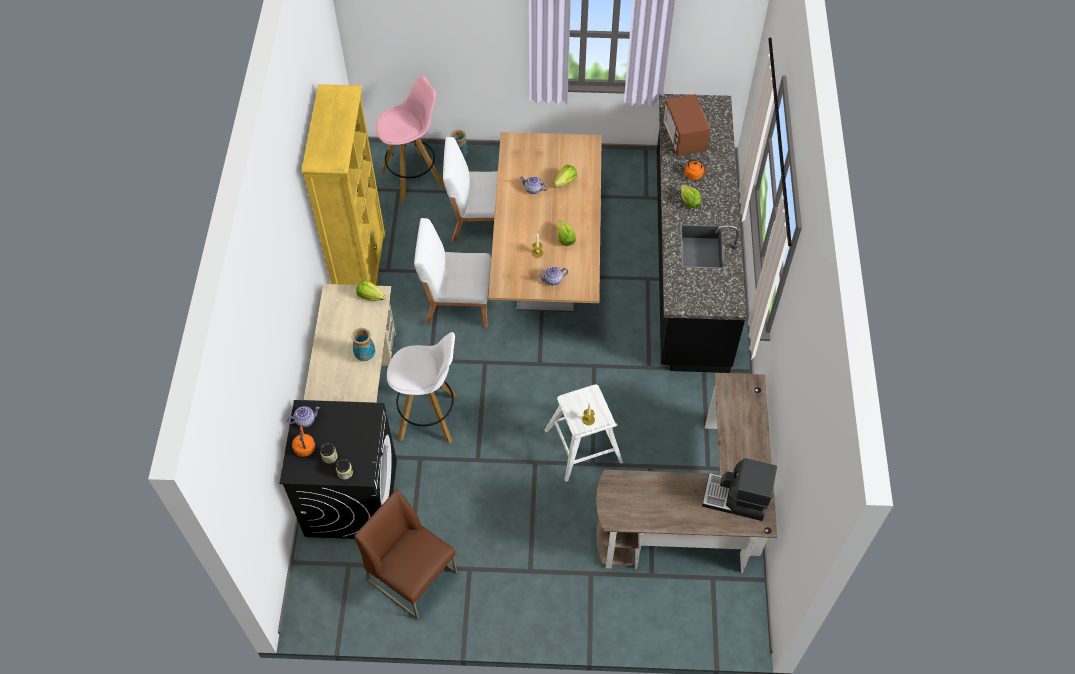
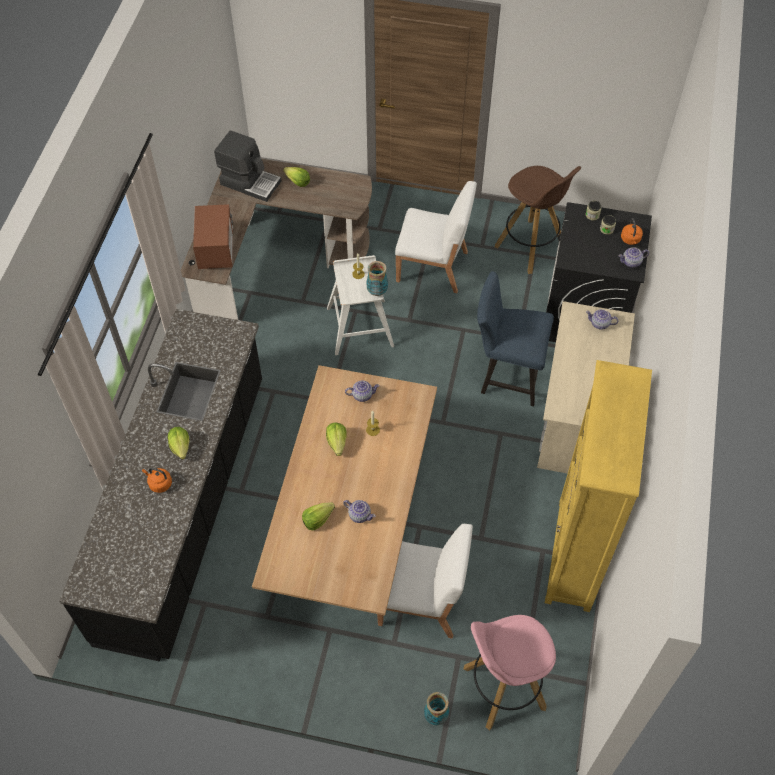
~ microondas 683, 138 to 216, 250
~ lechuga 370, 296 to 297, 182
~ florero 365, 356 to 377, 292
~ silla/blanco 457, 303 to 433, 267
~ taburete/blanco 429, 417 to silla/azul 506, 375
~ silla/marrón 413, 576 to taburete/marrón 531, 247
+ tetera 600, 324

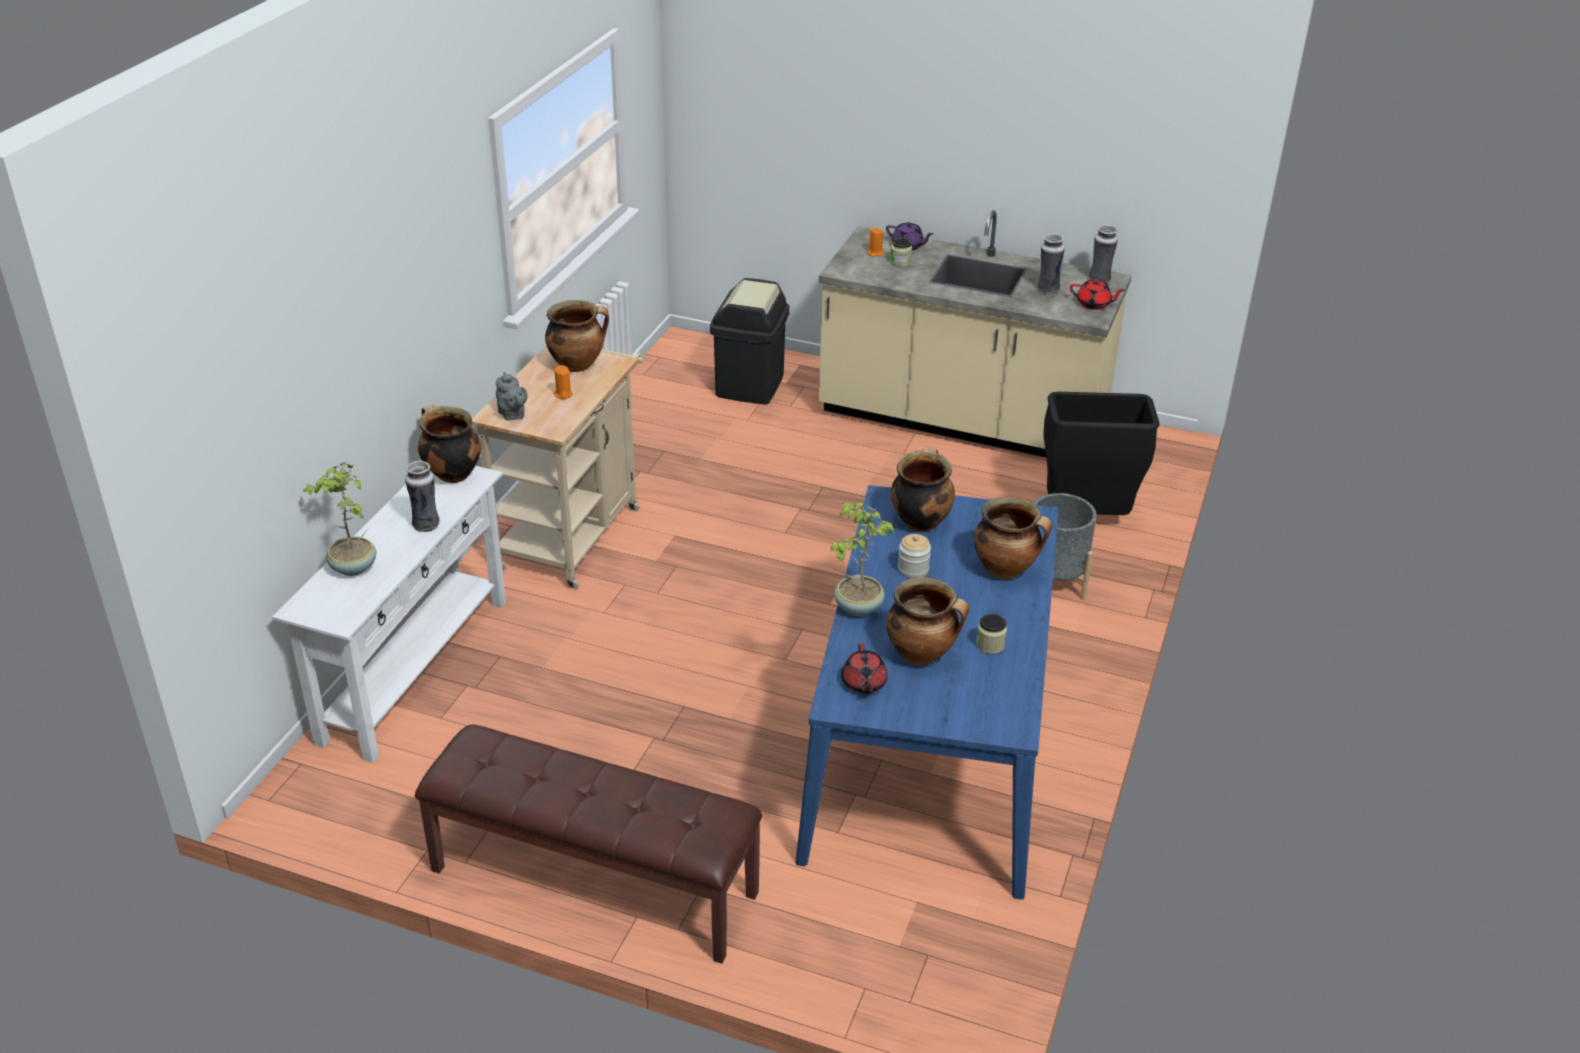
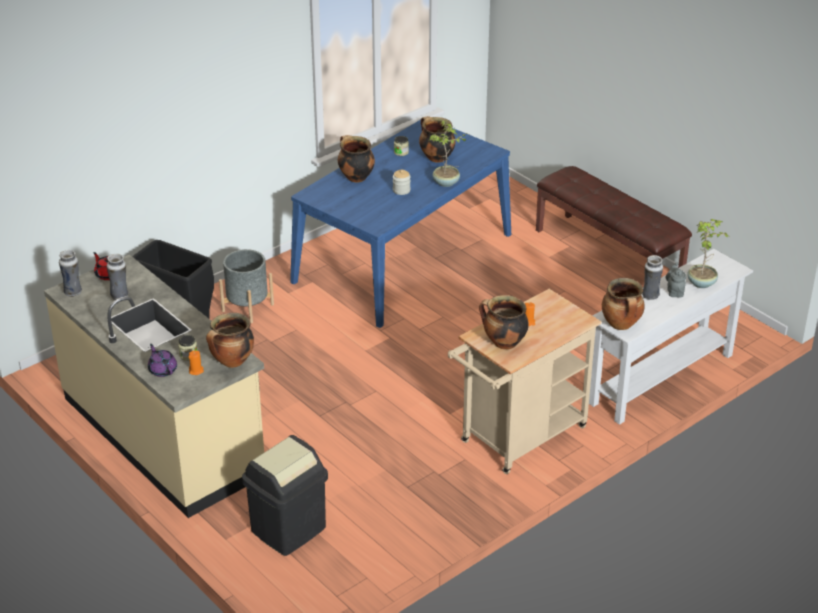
~ olla 920, 521 to 232, 362
~ tetera/gris 512, 415 to 675, 291
- tetera/rojo 863, 683

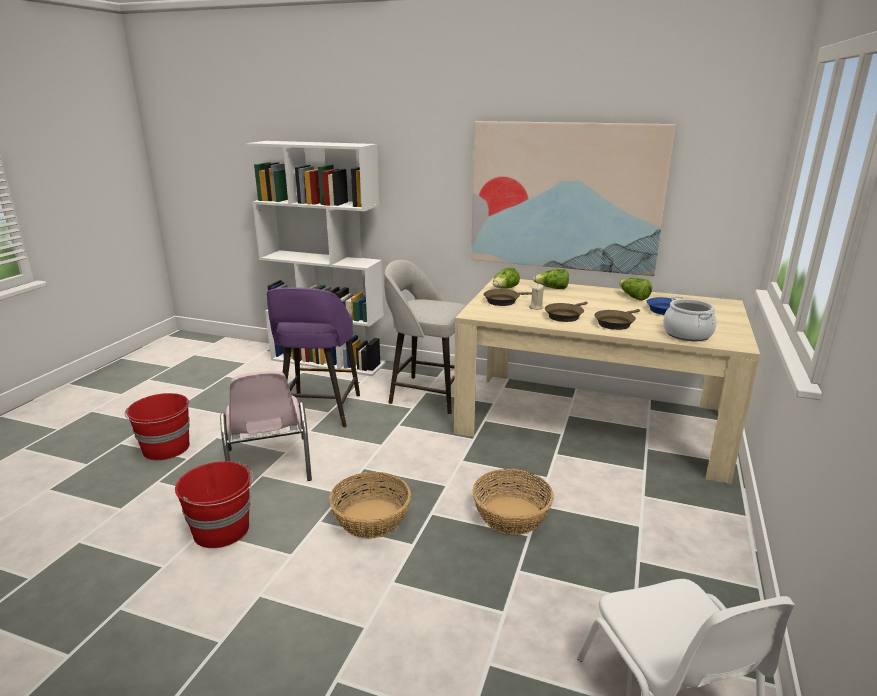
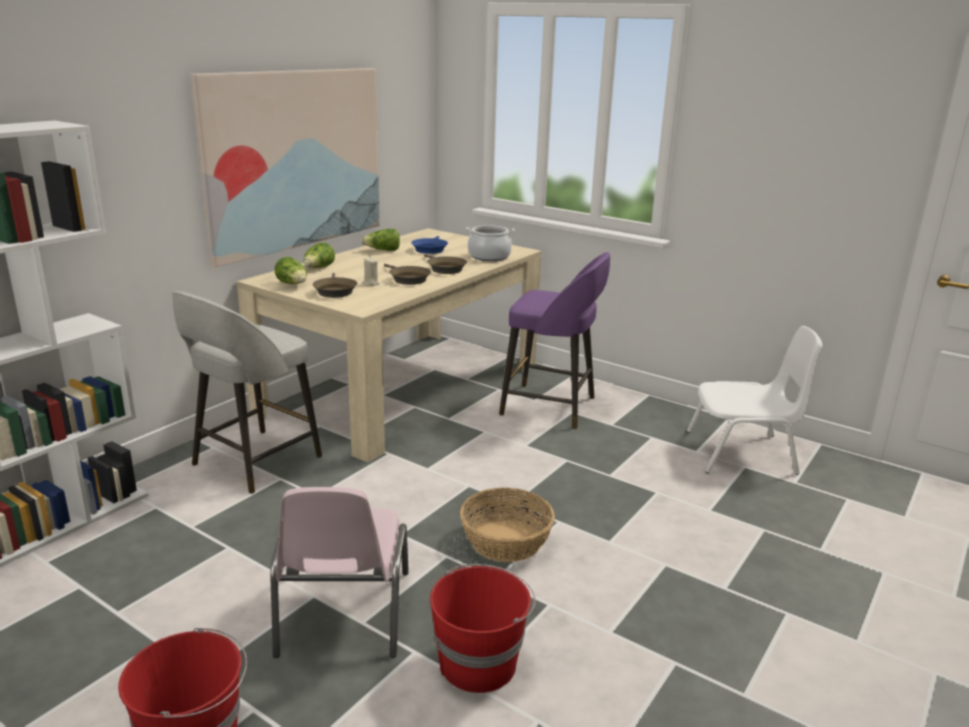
~ silla/rosa 269, 465 = 342, 614 90 degrees clockwise
~ taburete/morado 319, 411 to 551, 407
- cesta 511, 515

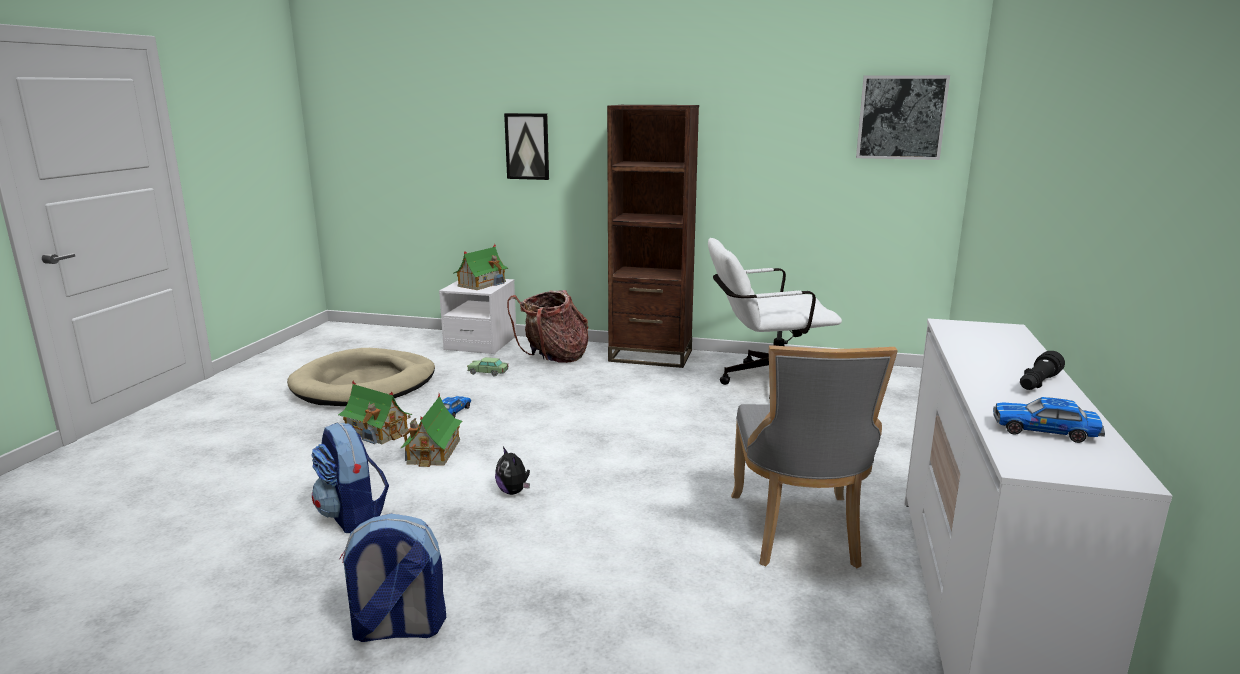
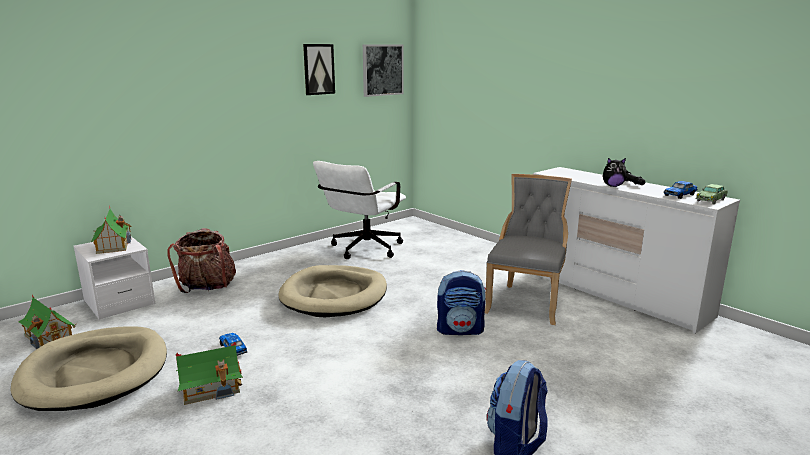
~ casita 434, 451 to 49, 337
+ cama para perro/beis 334, 295
~ cuadro 527, 146 to 318, 69
~ mochila 353, 516 to 460, 330
~ silla/gris 798, 532 = 526, 302 105 degrees counterclockwise
~ peluche 513, 492 to 612, 186
~ coche de juguete 488, 372 to 711, 200
- estantería/marrón 650, 356

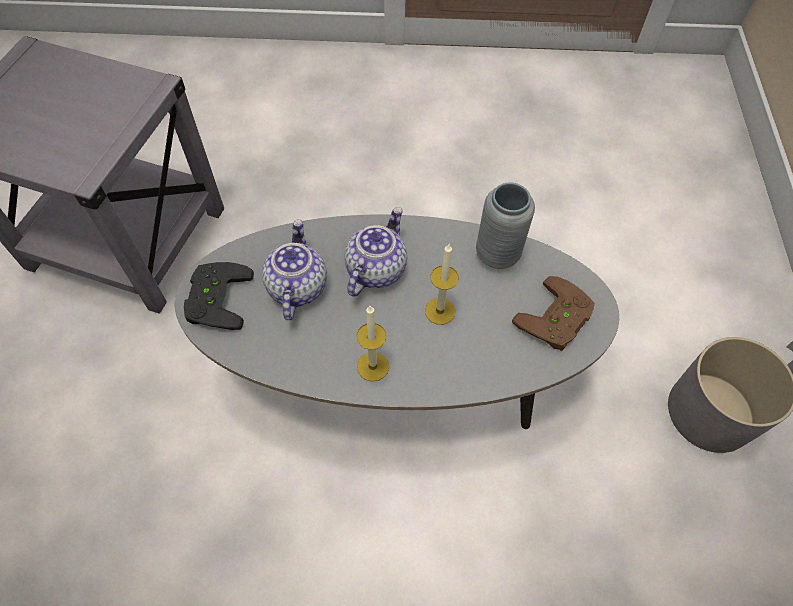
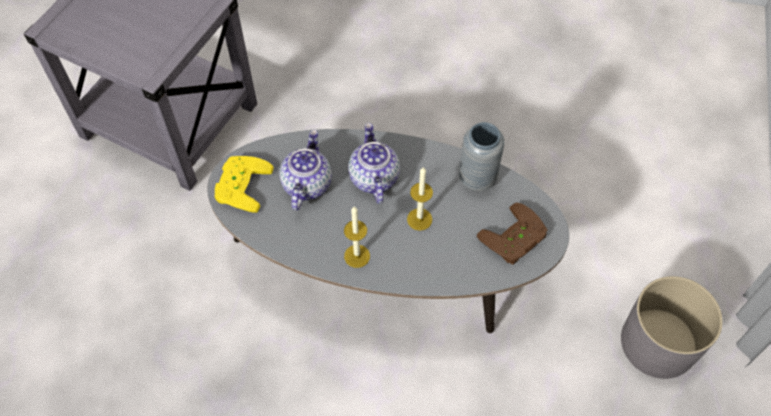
~ mando de consola/negro 215, 298 to mando de consola/amarillo 239, 185
~ tetera 375, 269 = 373, 177 45 degrees counterclockwise

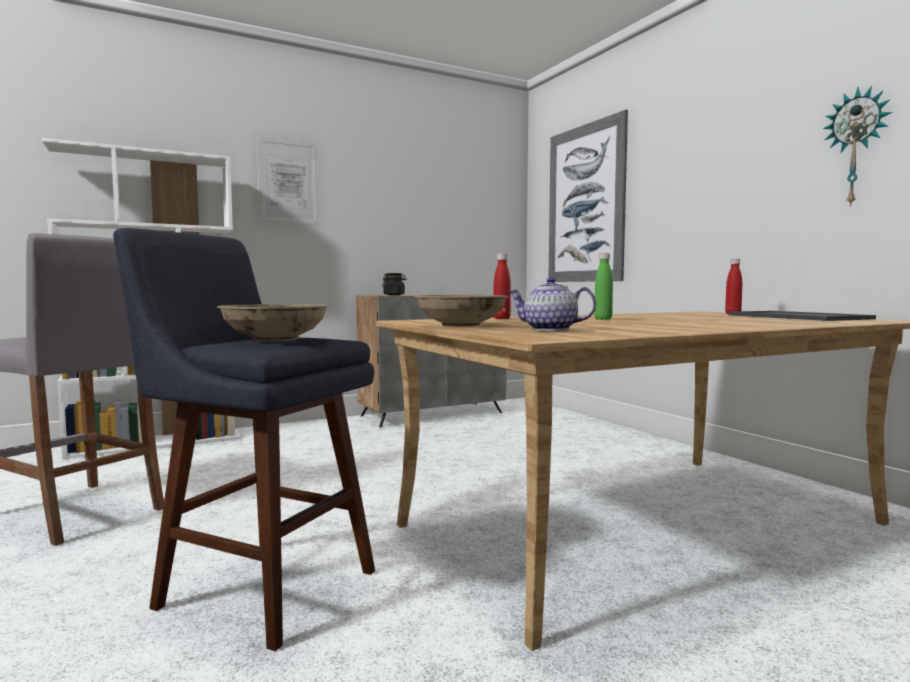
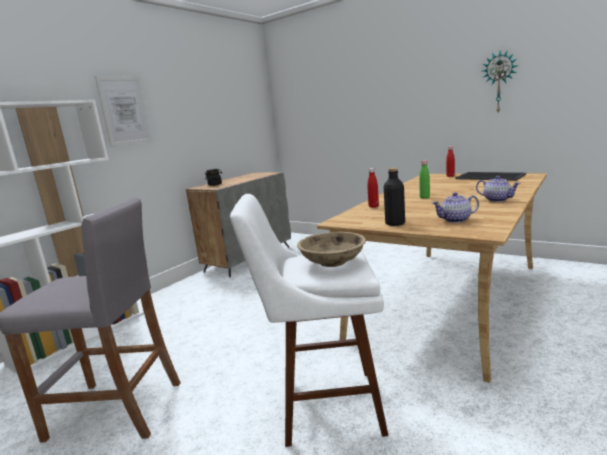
~ taburete/azul 258, 585 to taburete/blanco 323, 406
~ cuenco/beis 461, 325 to botella/negro 395, 223
+ tetera 497, 200
- cuadro 585, 204

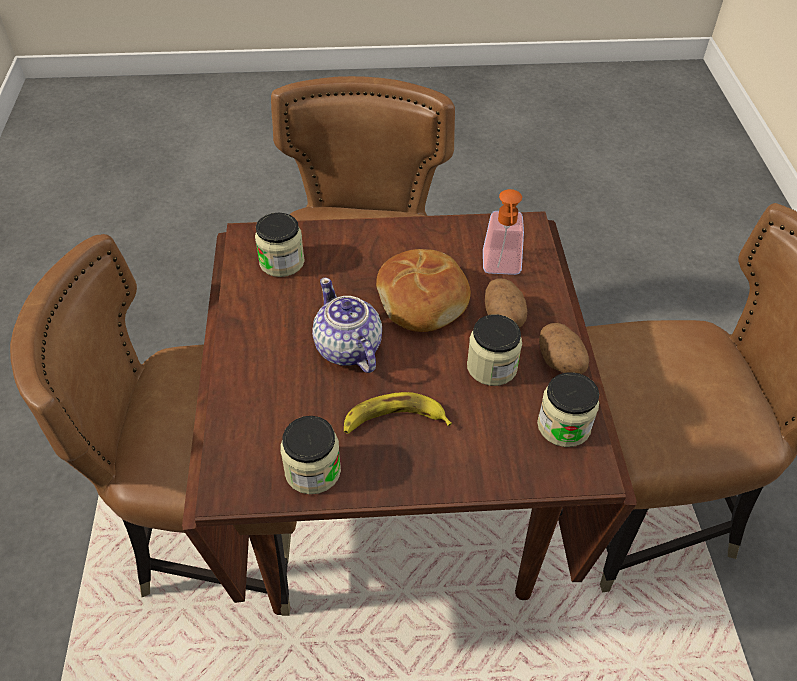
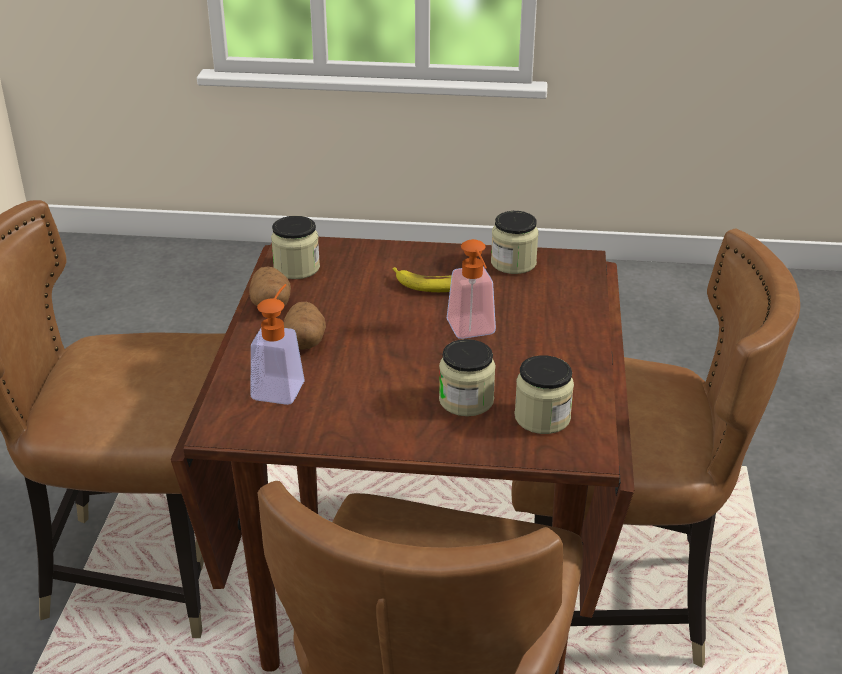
~ tarro 492, 367 to 466, 400
~ tetera 348, 349 to dispensador de jabón 473, 332
- pan 423, 300

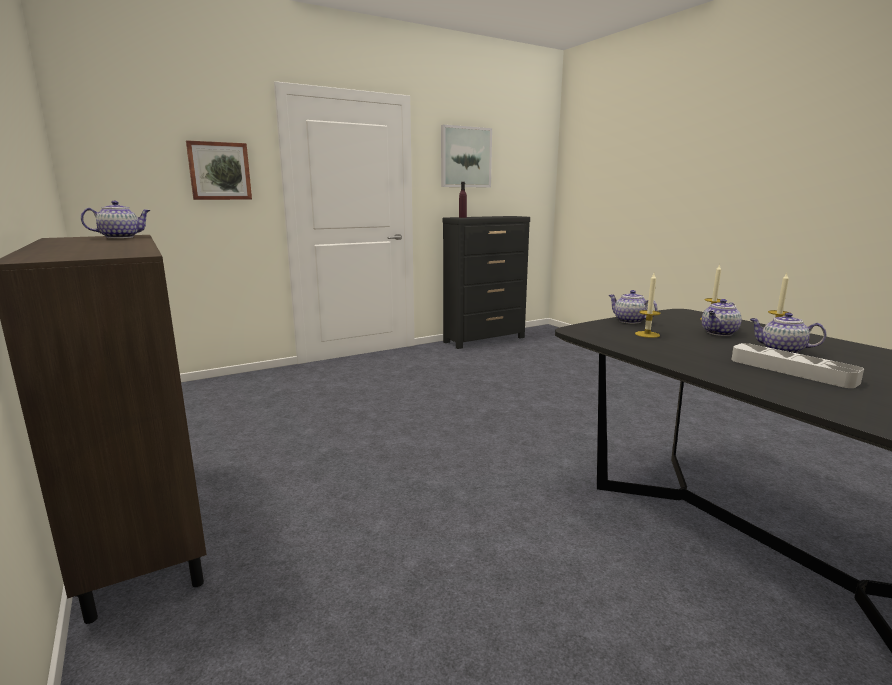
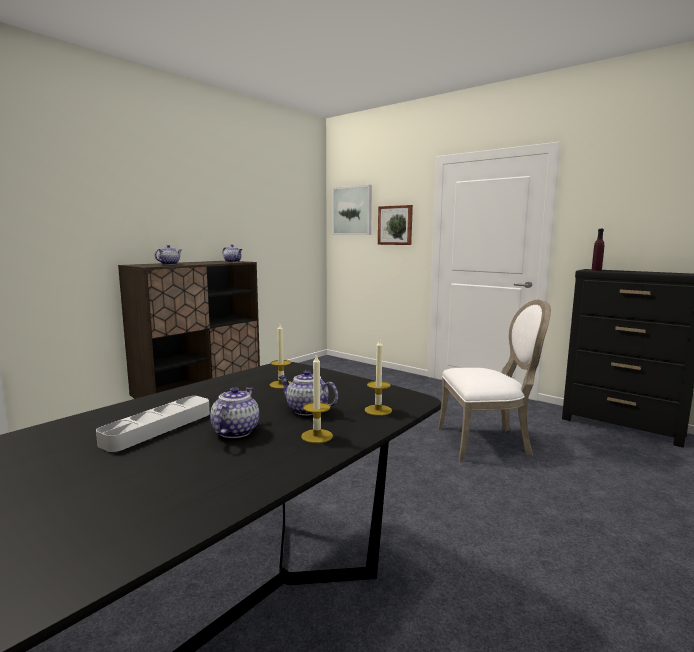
~ tetera 629, 321 to 169, 264
~ cuadro 465, 157 to 352, 211
+ silla/blanco 487, 442

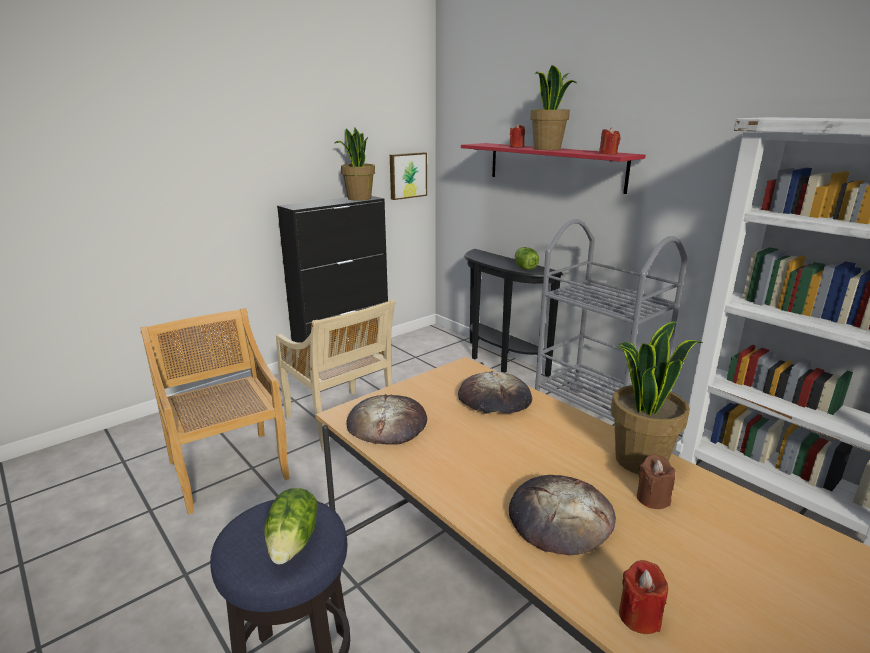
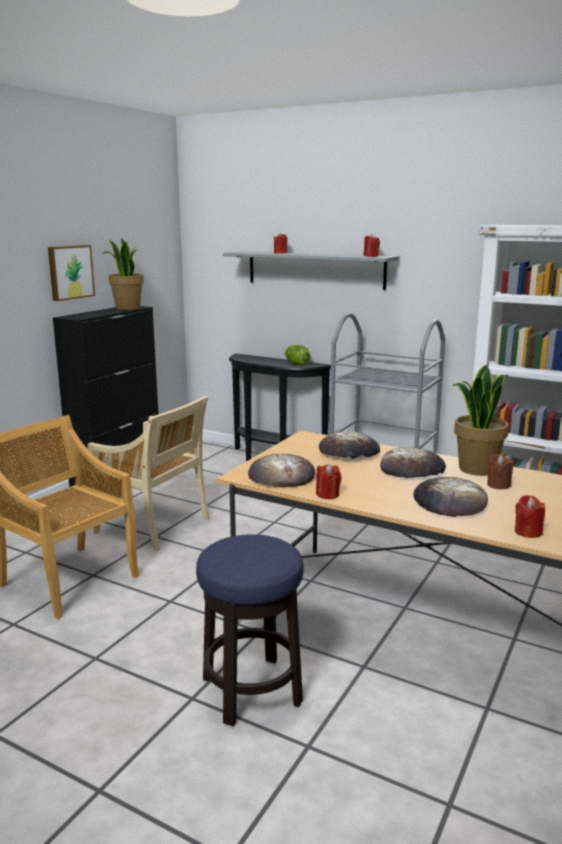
~ cuadro 407, 175 to 70, 272
~ estante/rojo 554, 166 to estante/gris 315, 269
+ vela/rojo 327, 494
+ pan 412, 469
- lechuga 294, 542
- planta en maceta 547, 149

